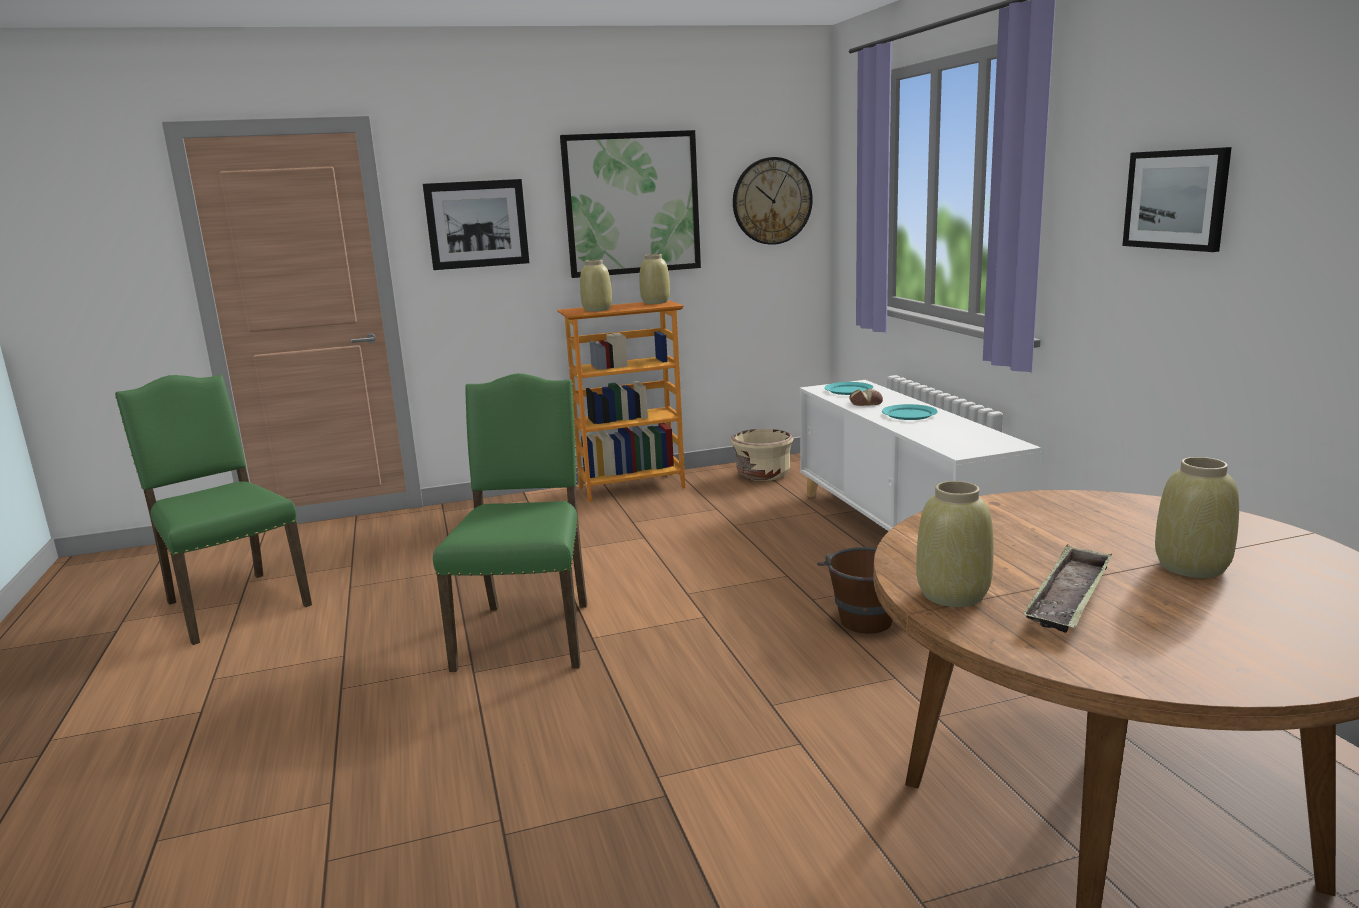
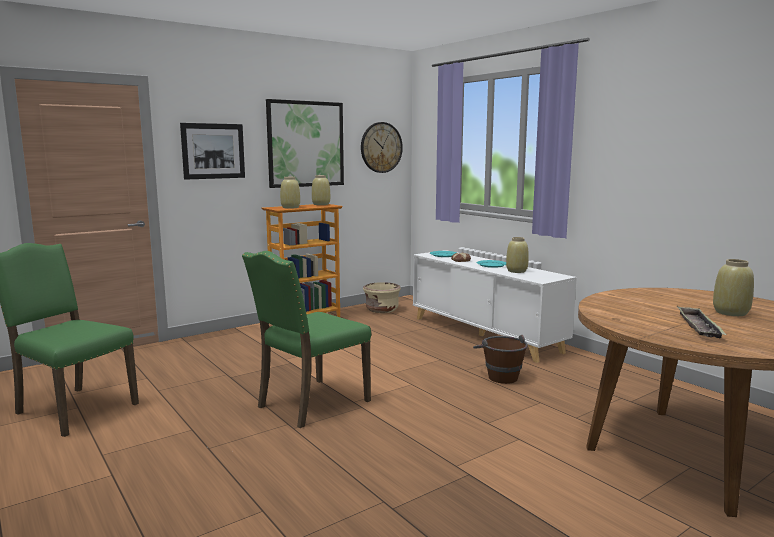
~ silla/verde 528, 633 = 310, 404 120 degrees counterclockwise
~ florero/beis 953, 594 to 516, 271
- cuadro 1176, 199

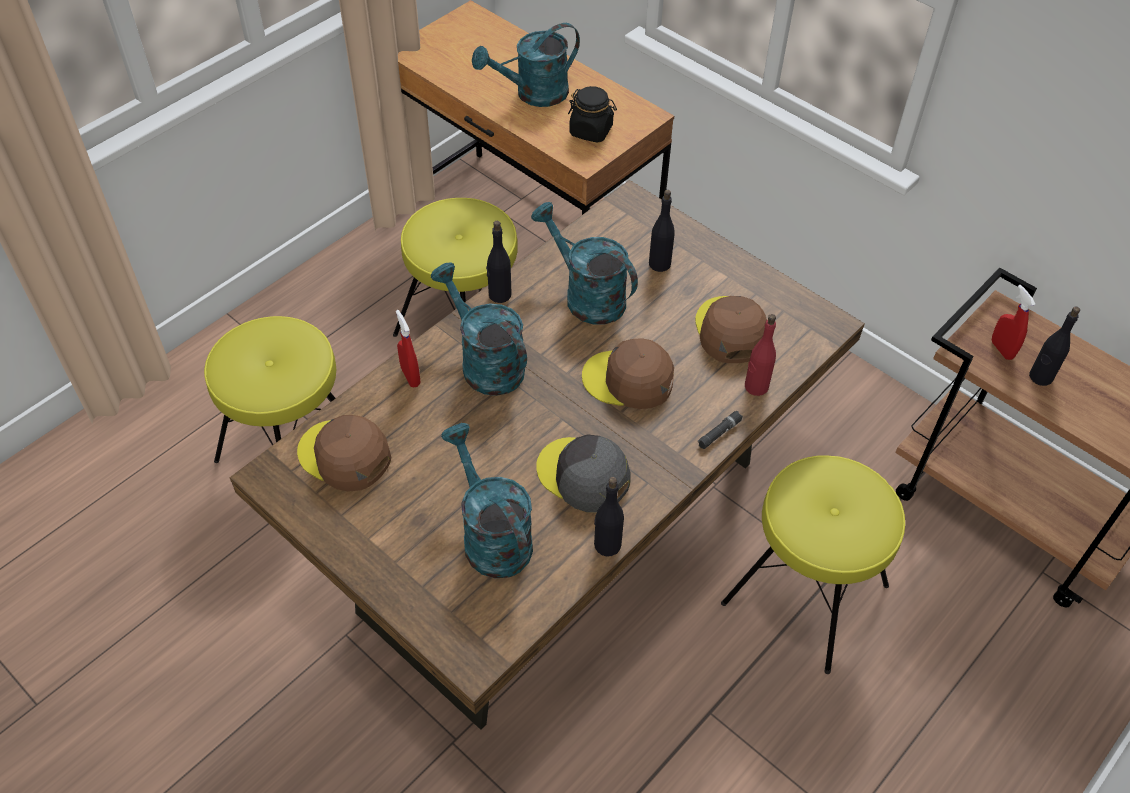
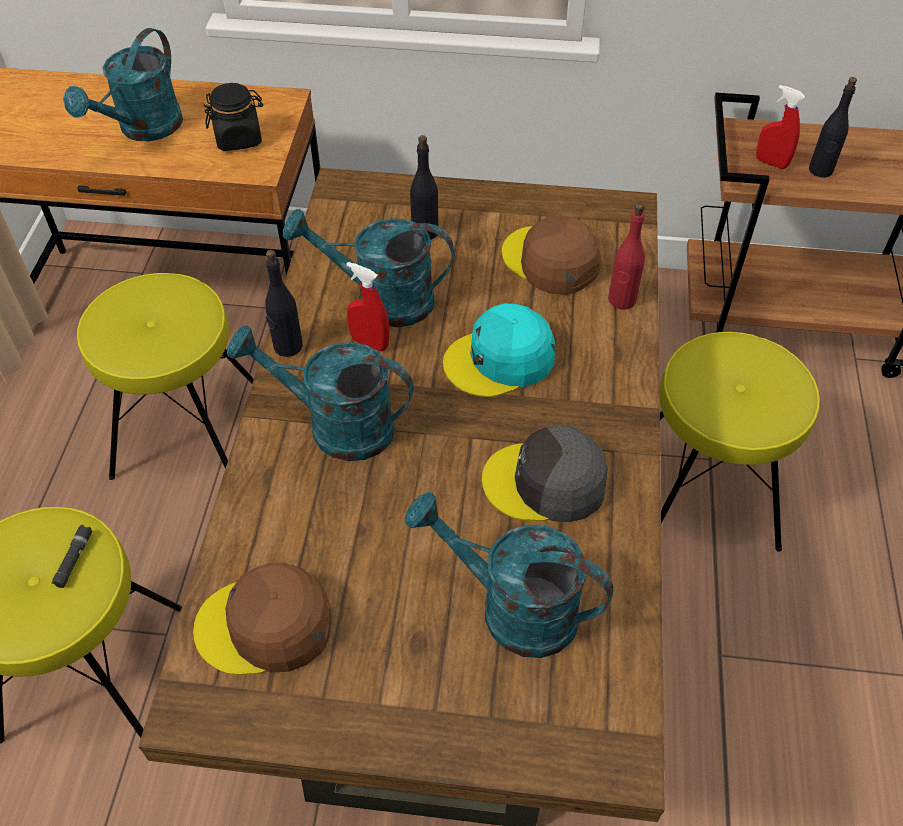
~ linterna/negro 719, 433 to 74, 559
~ pulverizador/rojo 410, 376 to 370, 343
~ gorra/marrón 629, 380 to gorra/turquesa 500, 360
- botella/negro 607, 545

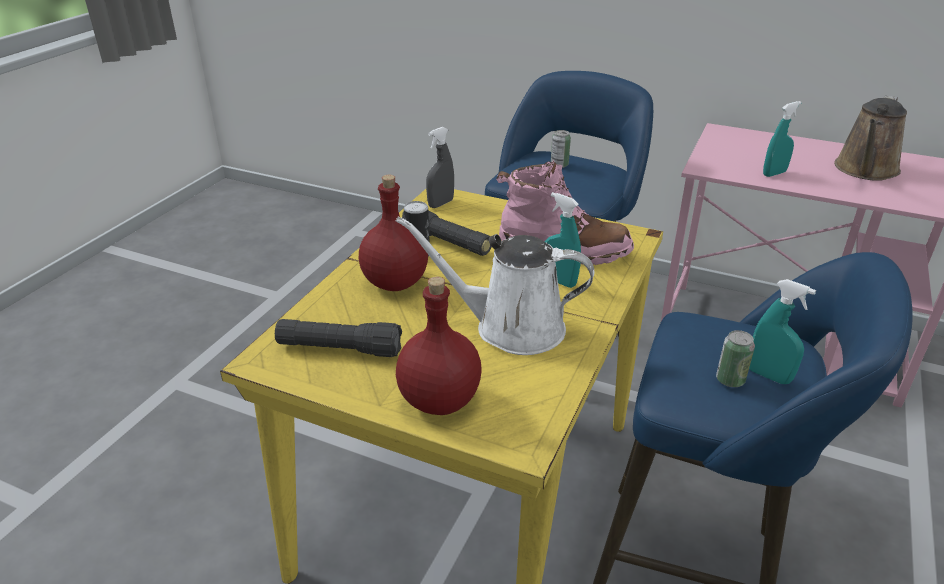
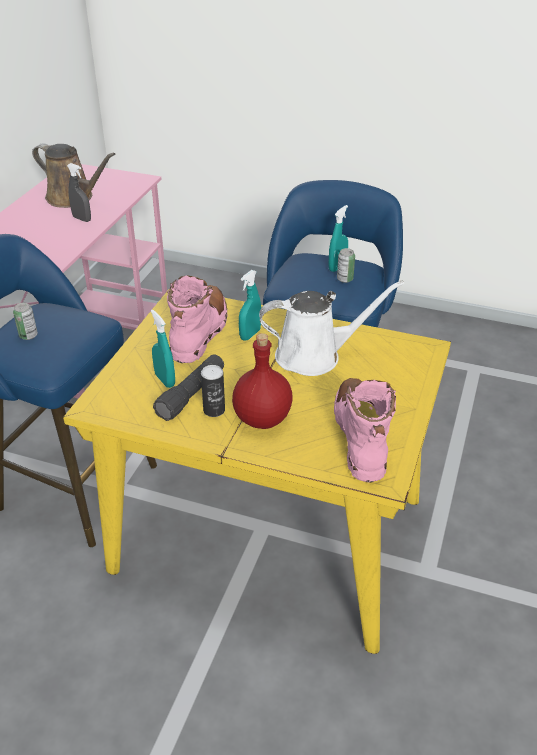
~ pulverizador/gris 440, 204 to 82, 219
~ pulverizador/turquesa 774, 173 to 165, 380
~ regadera/blanco 510, 327 = 314, 356 105 degrees counterclockwise
~ linterna/negro 339, 349 to bota/rosa 361, 437
- botella/rojo 440, 401

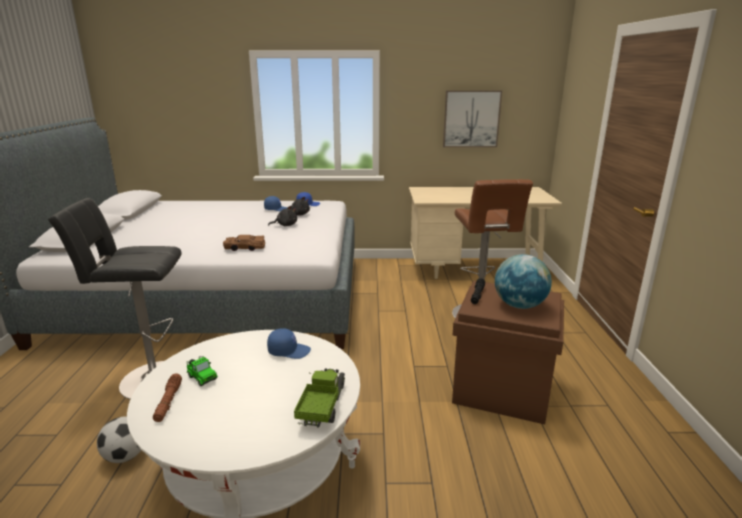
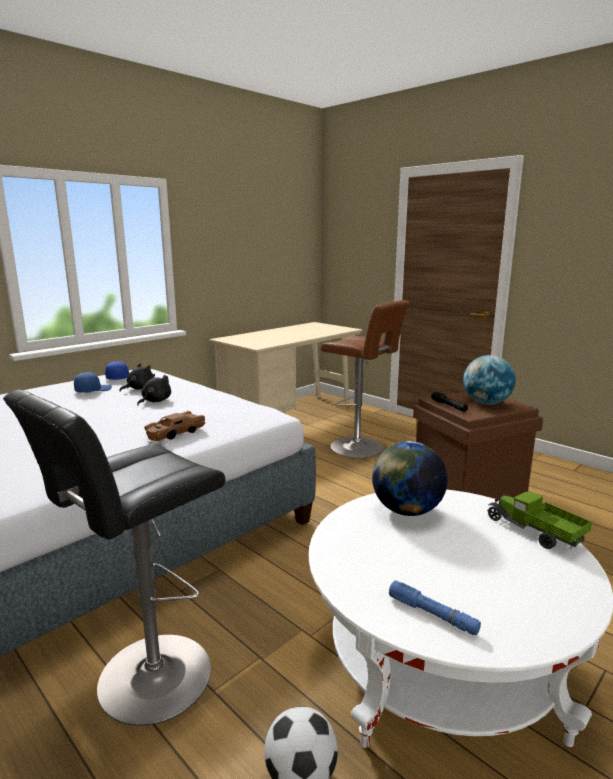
~ gorra/azul 289, 351 to globo terráqueo 406, 510
~ linterna/marrón 168, 402 to linterna/azul 432, 615
- coche de juguete 201, 377
- cuadro 471, 119

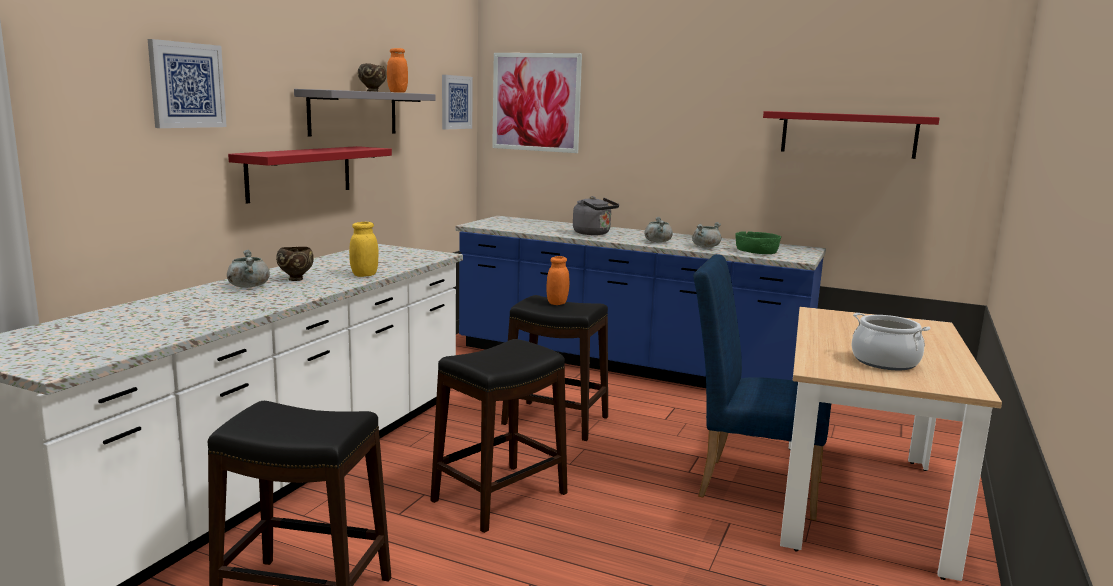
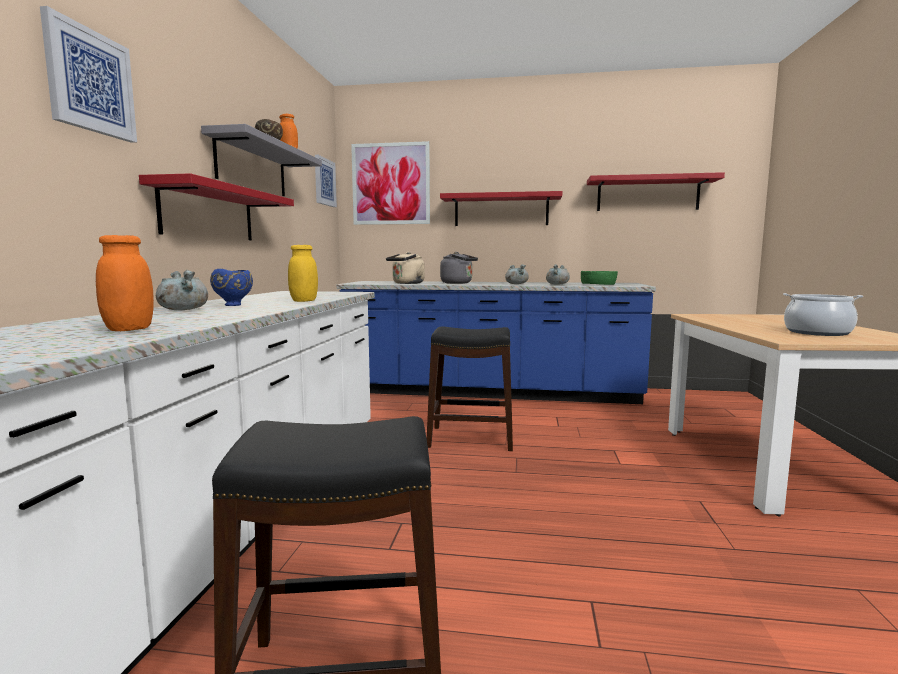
~ tarro/naranja 557, 303 to 129, 329
~ cuenco/marrón 296, 279 to cuenco/azul 233, 305
+ hervidor/beis 407, 283
+ estante/rojo 501, 210
- taburete/negro 499, 497
- silla/azul 749, 485

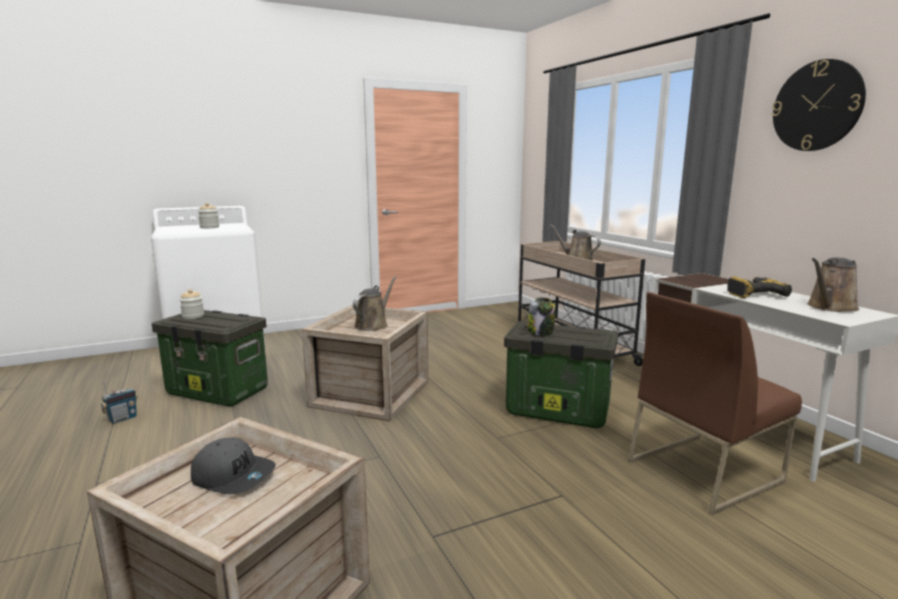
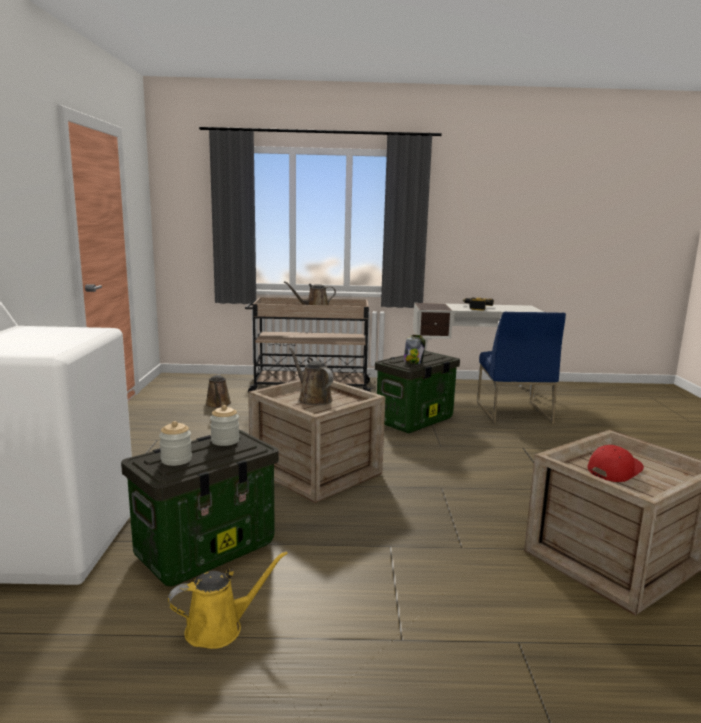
~ radio 122, 419 to regadera/amarillo 219, 628
~ regadera/marrón 830, 307 to 218, 404
~ tarro 209, 227 to 225, 441
~ silla/marrón 703, 470 to silla/azul 512, 412
~ gorra/gris 234, 476 to gorra/rojo 613, 469
- reloj de pared 817, 106

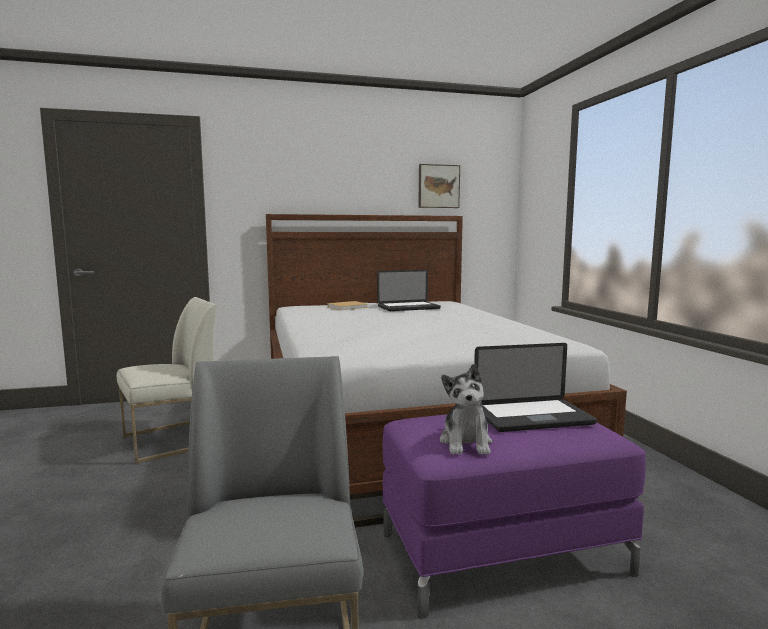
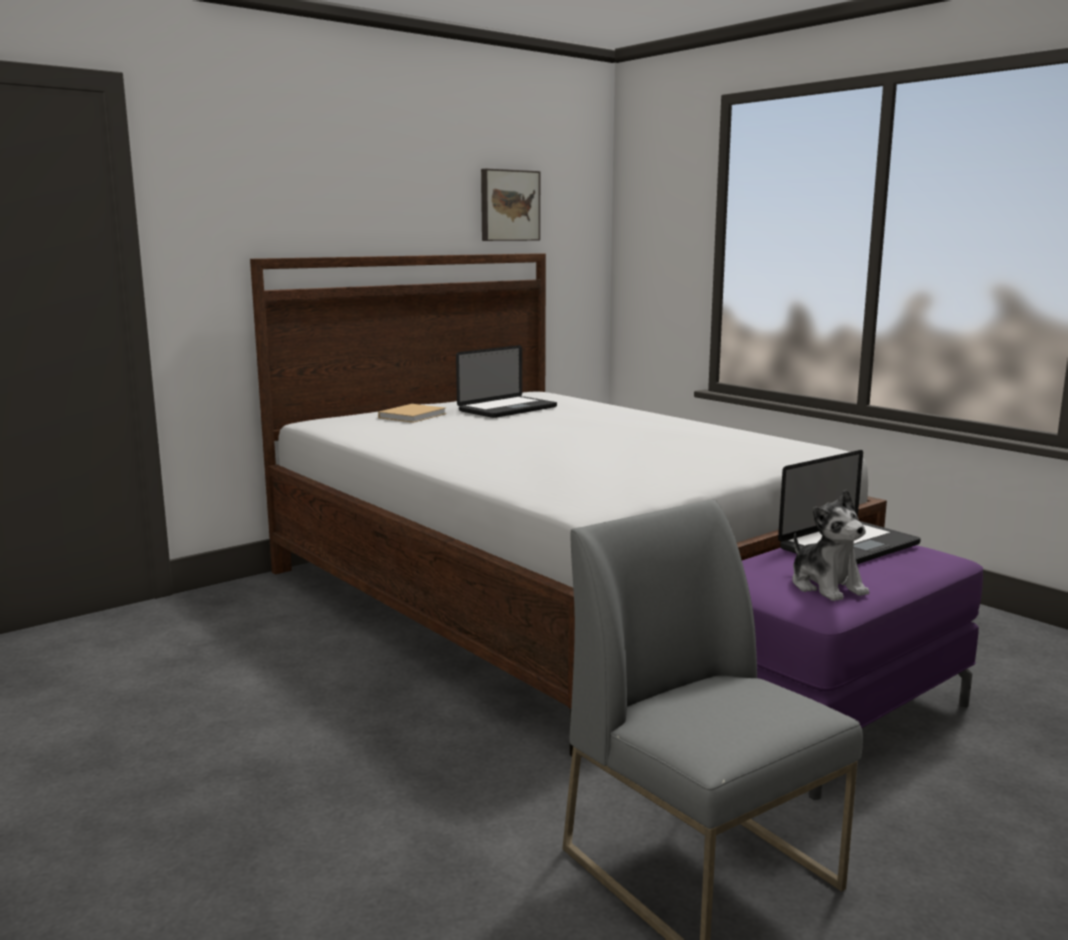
- silla/blanco 173, 440

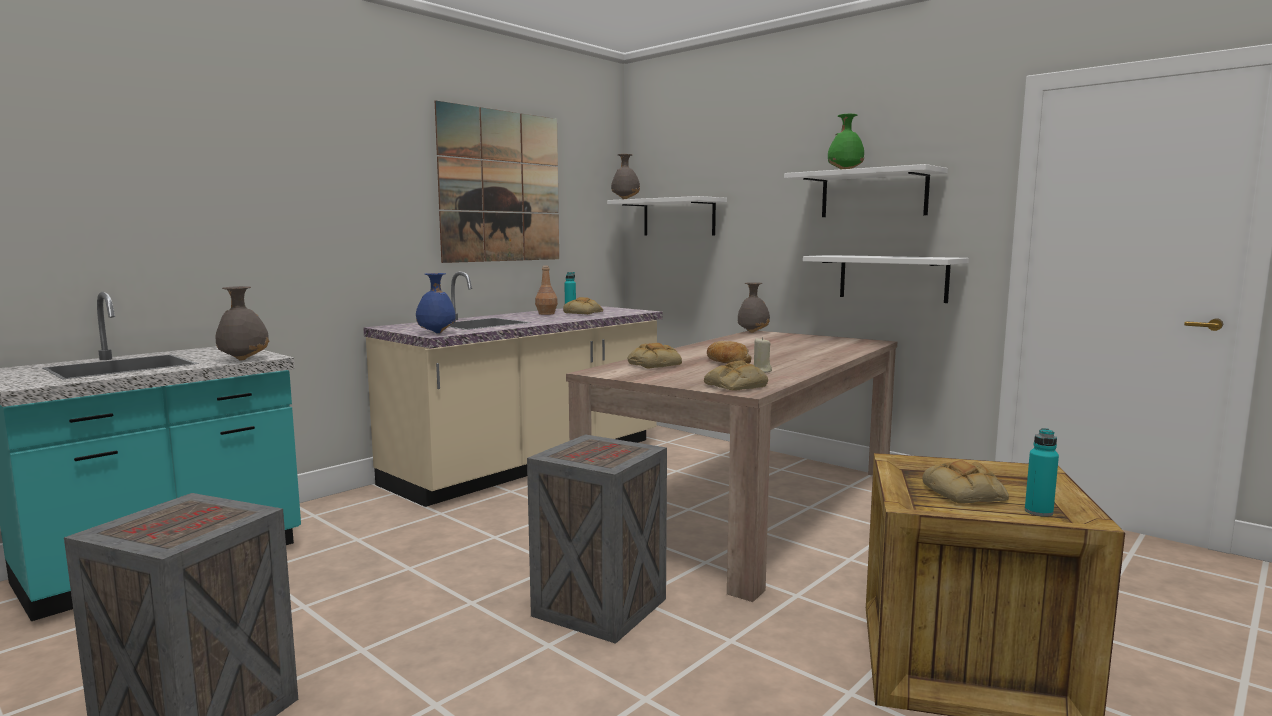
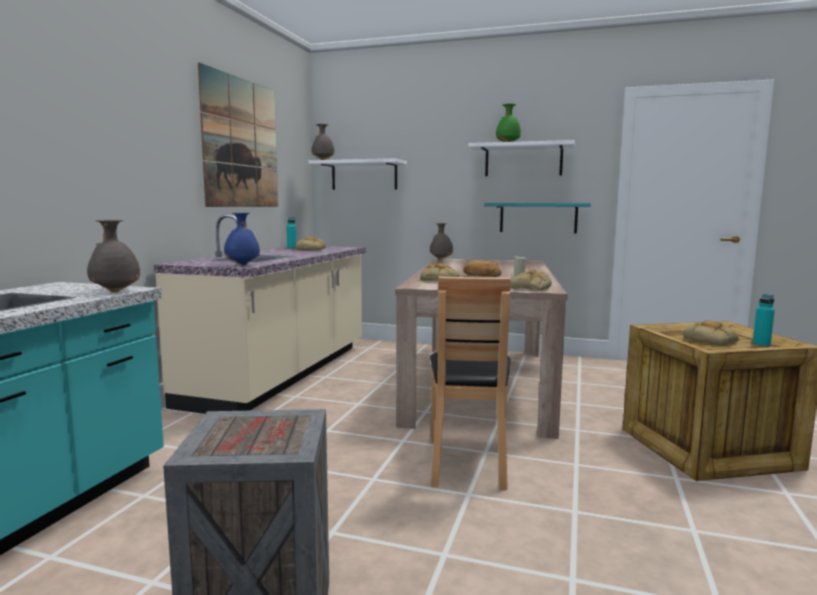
~ caja de embalaje 597, 607 to silla/marrón 468, 463
~ estante/blanco 892, 278 to estante/turquesa 538, 218
- botella/marrón 546, 314

